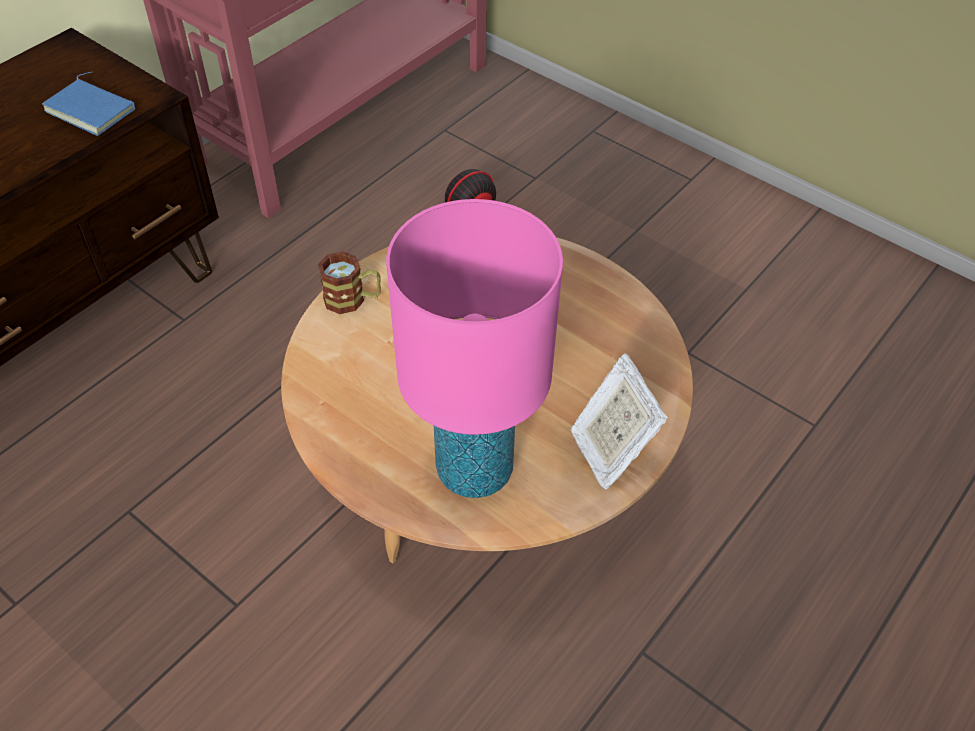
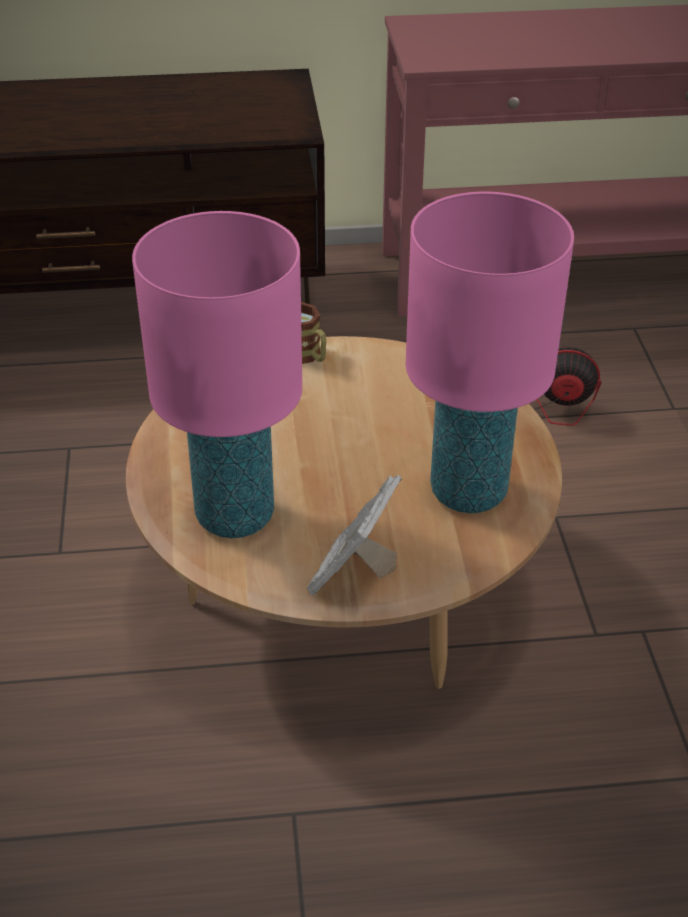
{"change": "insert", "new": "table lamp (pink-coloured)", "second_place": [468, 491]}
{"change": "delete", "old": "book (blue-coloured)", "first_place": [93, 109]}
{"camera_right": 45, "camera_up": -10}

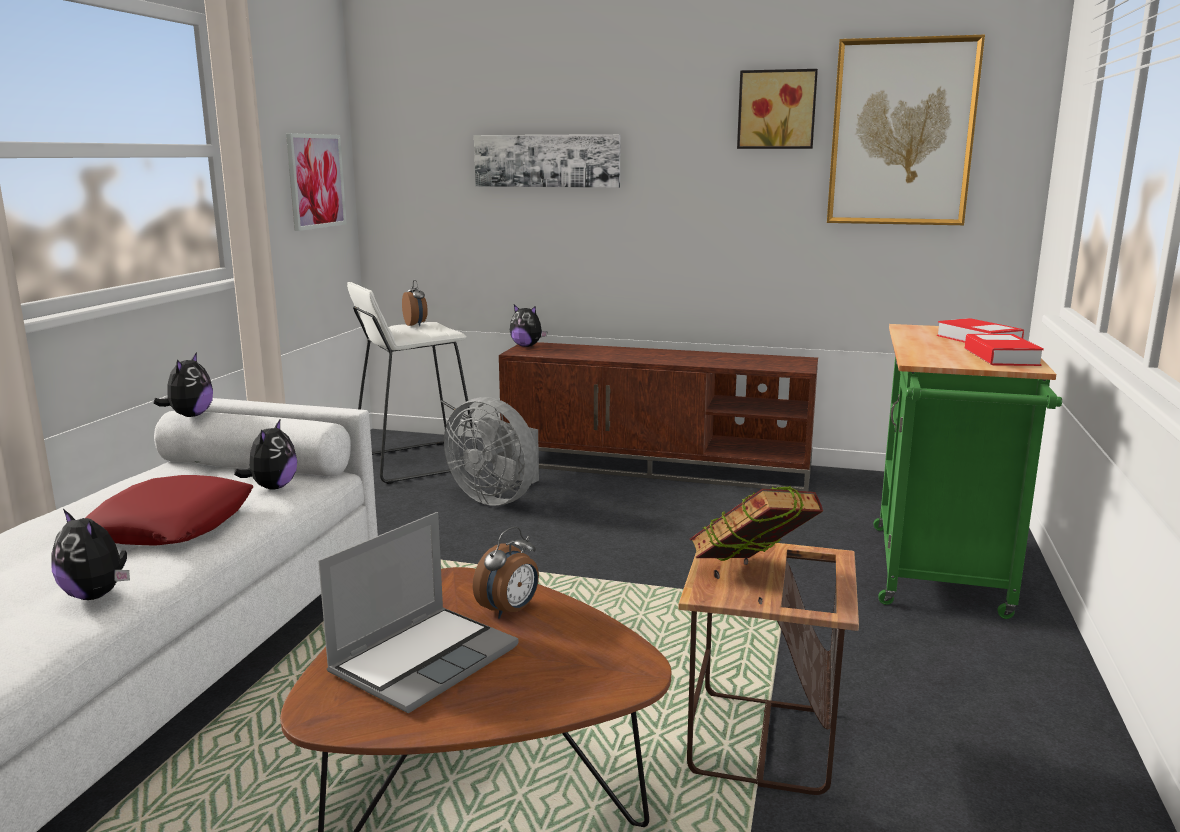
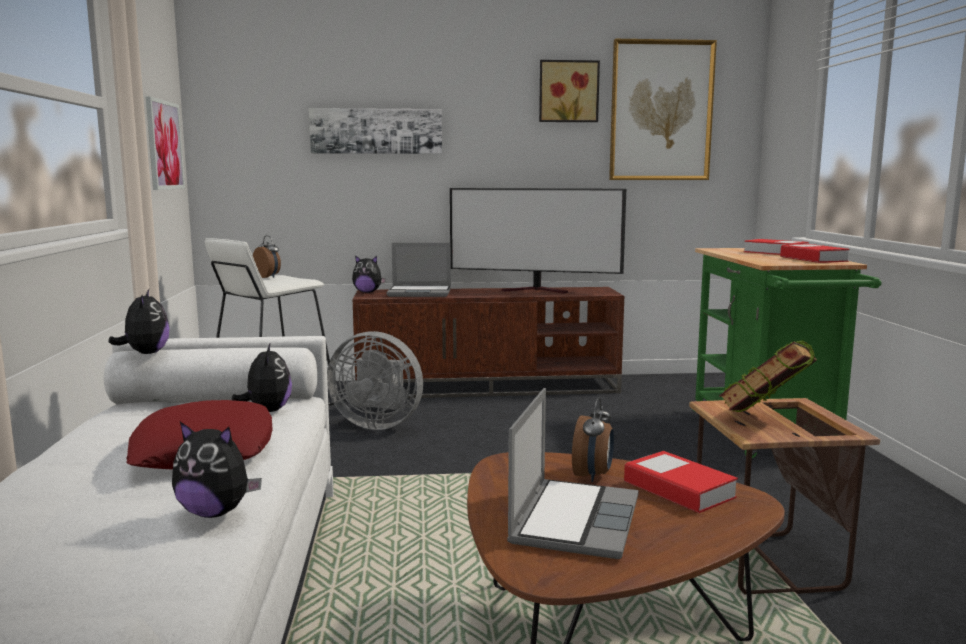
{"change": "insert", "new": "portable computer", "second_place": [420, 293]}
{"change": "insert", "new": "television", "second_place": [537, 290]}
{"change": "insert", "new": "book", "second_place": [678, 490]}
{"camera_right": -20, "camera_up": -5}

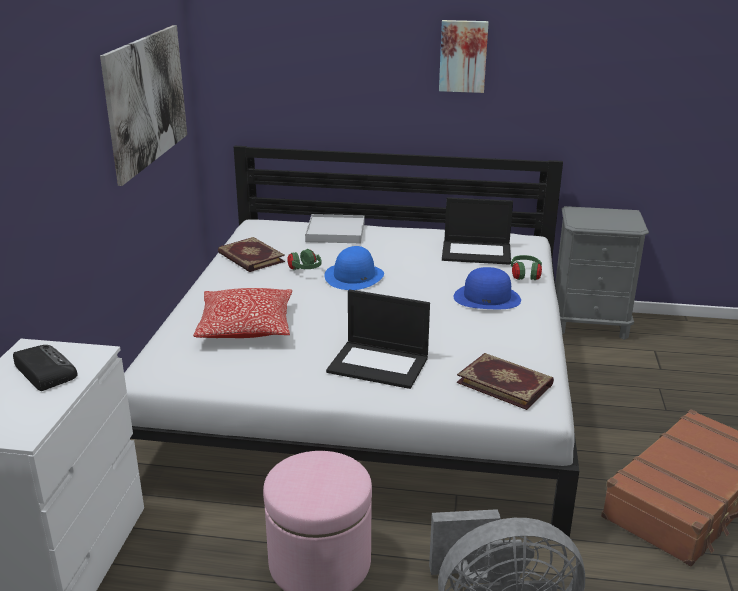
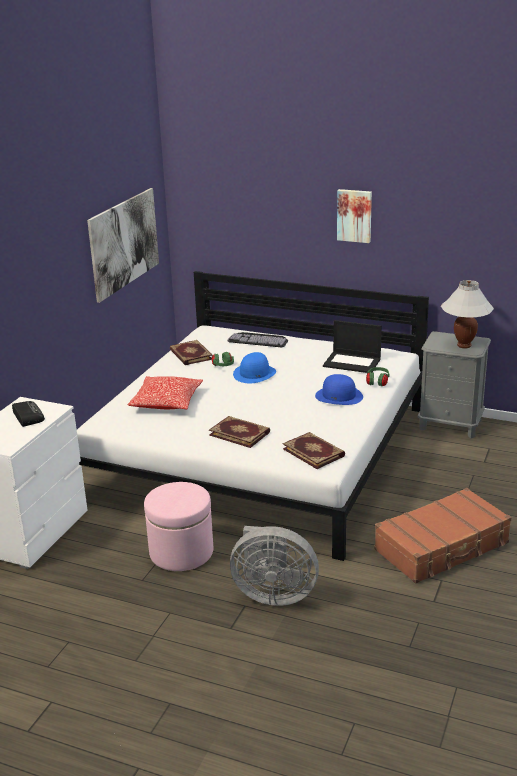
{"change": "replace", "old": "portable computer", "new": "book", "first_place": [379, 364], "second_place": [240, 433]}
{"change": "replace", "old": "carrying tray (white)", "new": "keyboard", "first_place": [335, 232], "second_place": [259, 339]}
{"change": "insert", "new": "table lamp (white)", "second_place": [464, 345]}
{"camera_right": 15, "camera_up": 0}

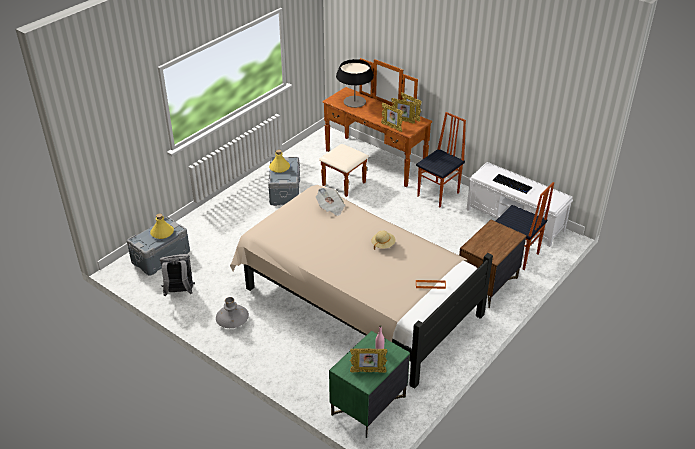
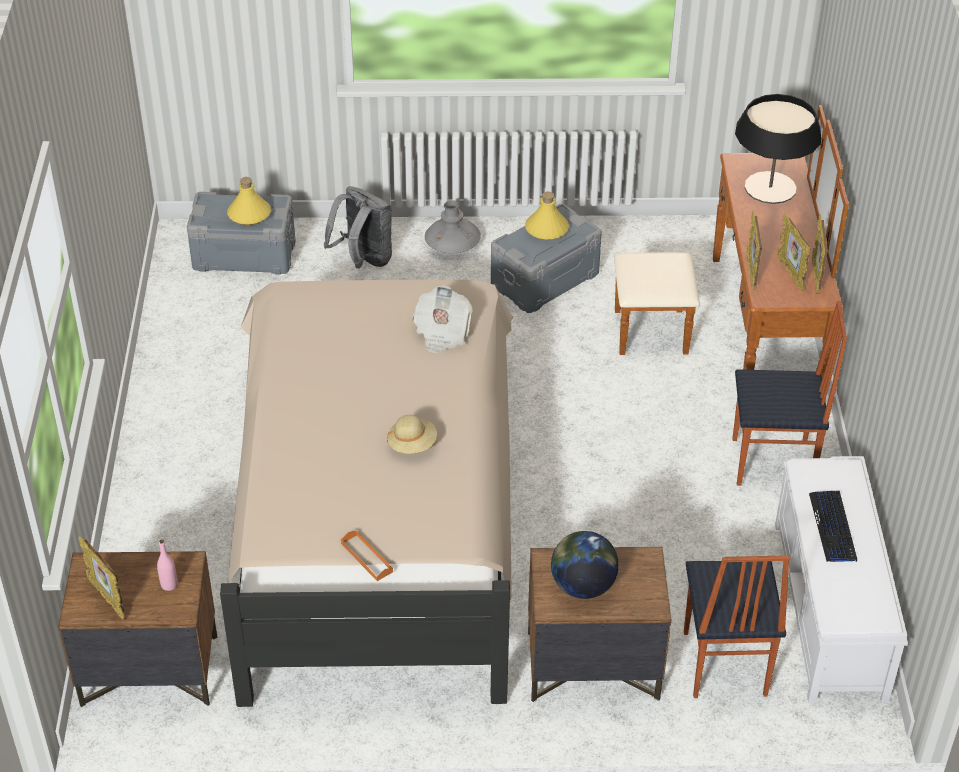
{"change": "recolor", "old": "nightstand (green-coloured)", "new": "nightstand (brown)", "first_place": [368, 406], "second_place": [148, 671]}
{"change": "move", "old": "backpack (gray)", "first_place": [179, 292], "second_place": [363, 260]}
{"change": "move", "old": "vase (gray)", "first_place": [232, 320], "second_place": [452, 244]}
{"change": "insert", "new": "globe", "second_place": [582, 586]}
{"camera_right": 50, "camera_up": 5}

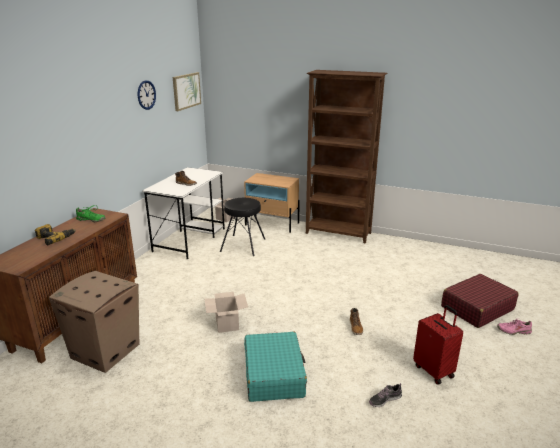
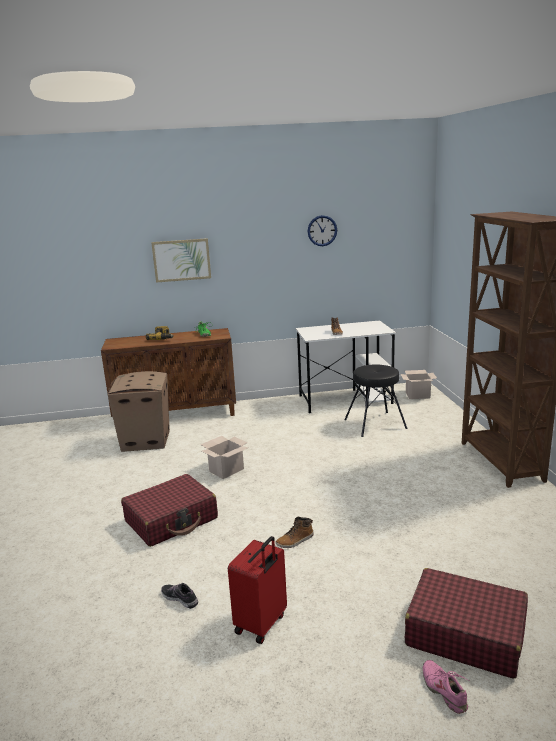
{"change": "recolor", "old": "travel case (blue-green)", "new": "travel case (red-coloured)", "first_place": [274, 374], "second_place": [171, 520]}
{"change": "move", "old": "wall picture", "first_place": [186, 91], "second_place": [181, 260]}
{"change": "delete", "old": "nightstand (beige-coloured)", "first_place": [272, 224]}
{"camera_right": 60, "camera_up": -5}

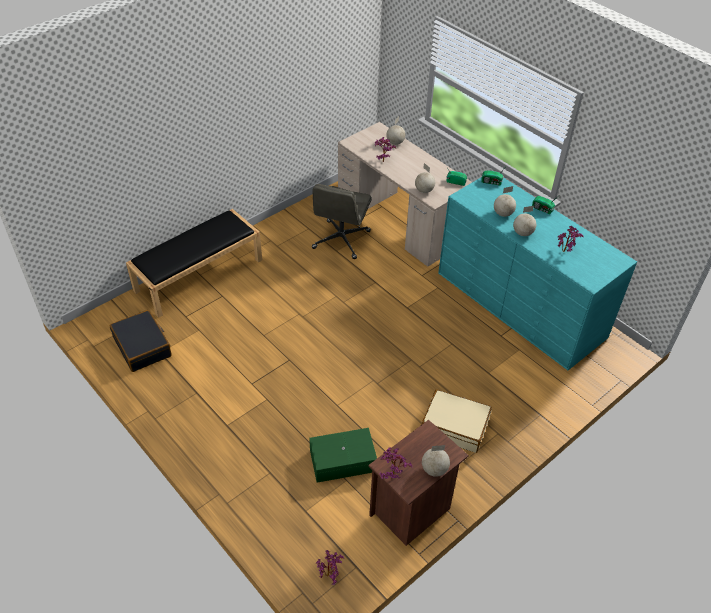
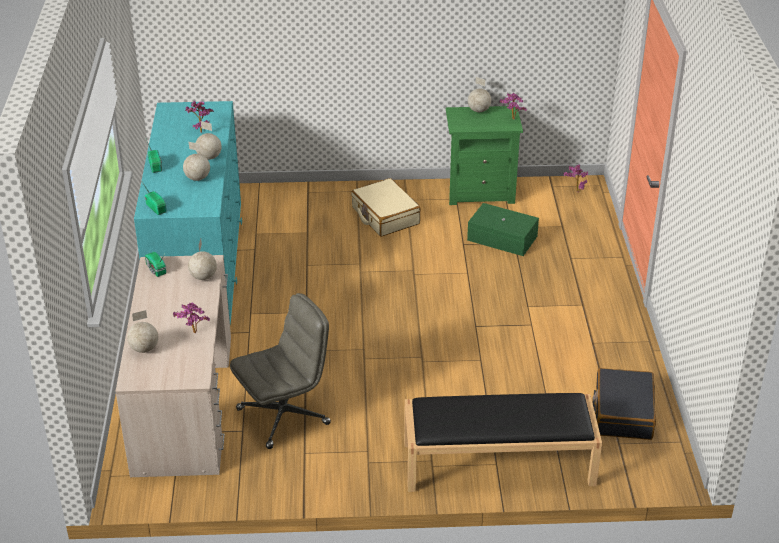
{"change": "recolor", "old": "nightstand (brown)", "new": "nightstand (green-coloured)", "first_place": [411, 511], "second_place": [480, 192]}
{"camera_right": -140, "camera_up": -10}

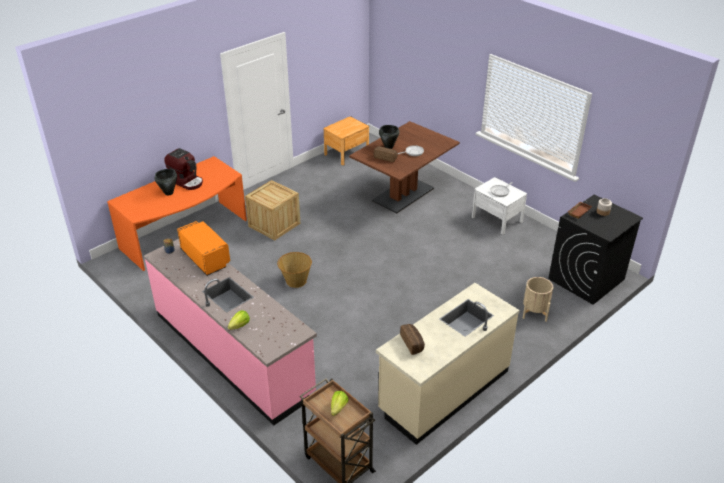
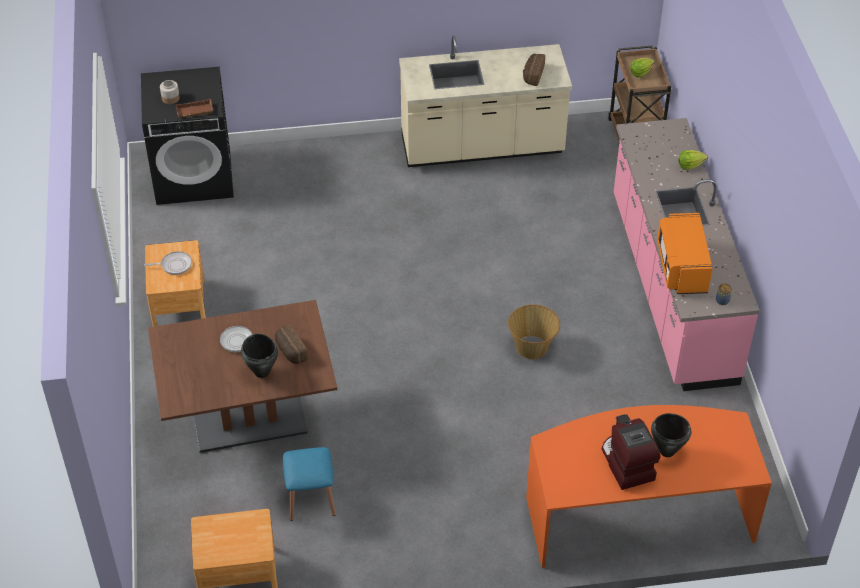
{"change": "recolor", "old": "nightstand (white)", "new": "nightstand (brown)", "first_place": [497, 219], "second_place": [179, 305]}
{"change": "insert", "new": "sitting stool (blue-coloured)", "second_place": [311, 499]}
{"change": "delete", "old": "shipping crate", "first_place": [274, 225]}
{"change": "delete", "old": "plant pot (beige-coloured)", "first_place": [534, 312]}
{"camera_right": -145, "camera_up": 10}

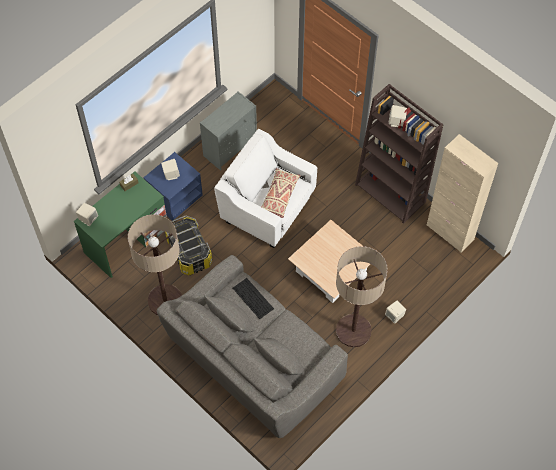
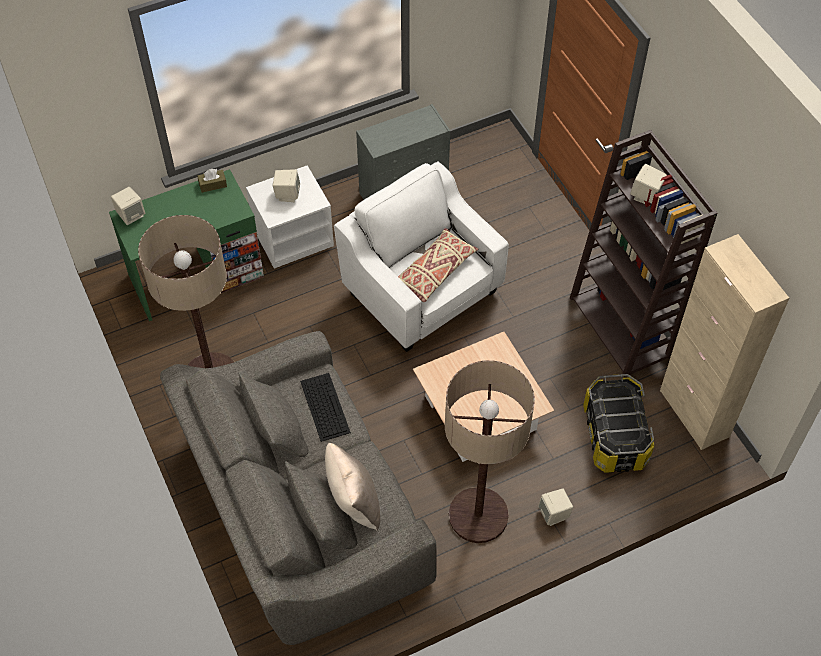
{"change": "recolor", "old": "nightstand (blue-coloured)", "new": "nightstand (white)", "first_place": [175, 197], "second_place": [293, 237]}
{"change": "insert", "new": "throw pillow (beige-coloured)", "second_place": [353, 502]}
{"change": "move", "old": "storage box", "first_place": [189, 252], "second_place": [614, 436]}
{"camera_right": 20, "camera_up": -5}

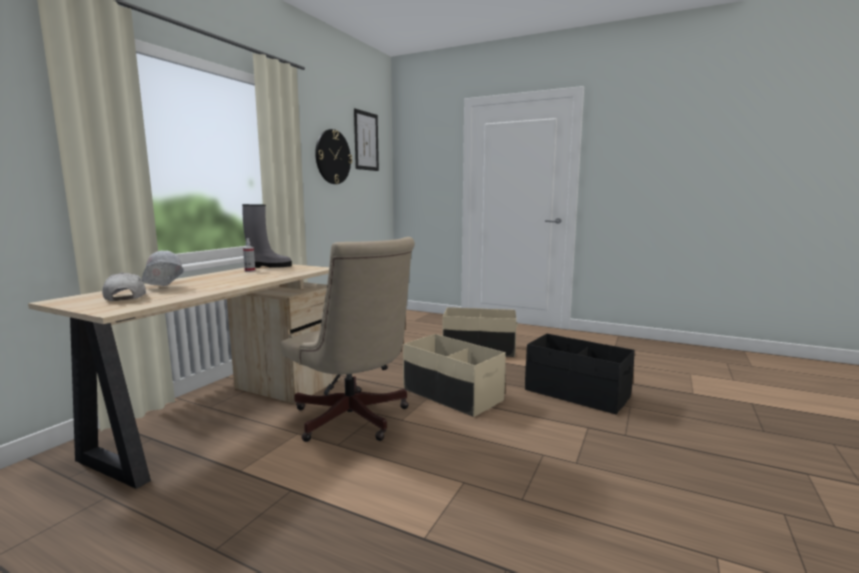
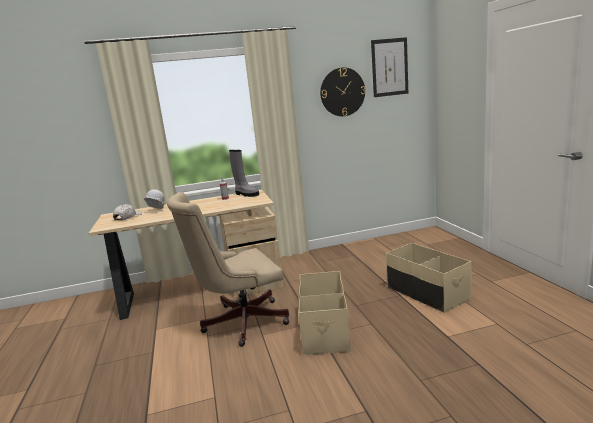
{"change": "rotate", "old": "computer chair (beige-coloured)", "first_place": [353, 421], "second_place": [239, 322], "degrees": 60}
{"change": "delete", "old": "storage box (blackish)", "first_place": [576, 394]}
{"camera_right": 50, "camera_up": 5}

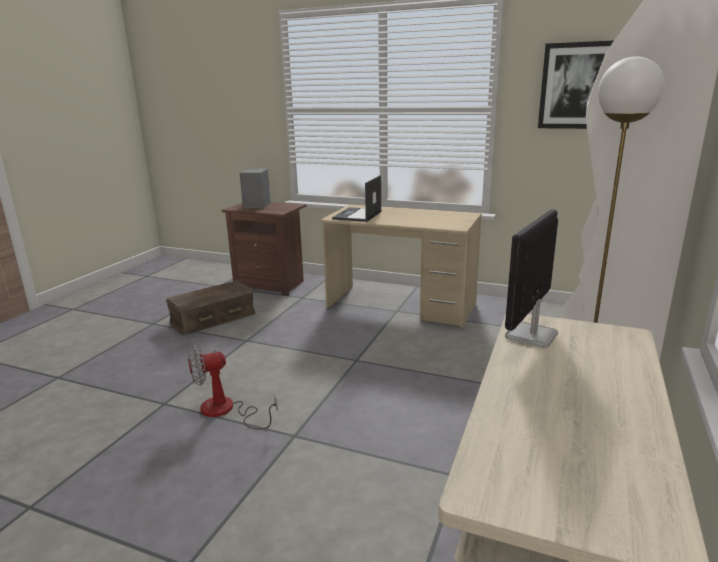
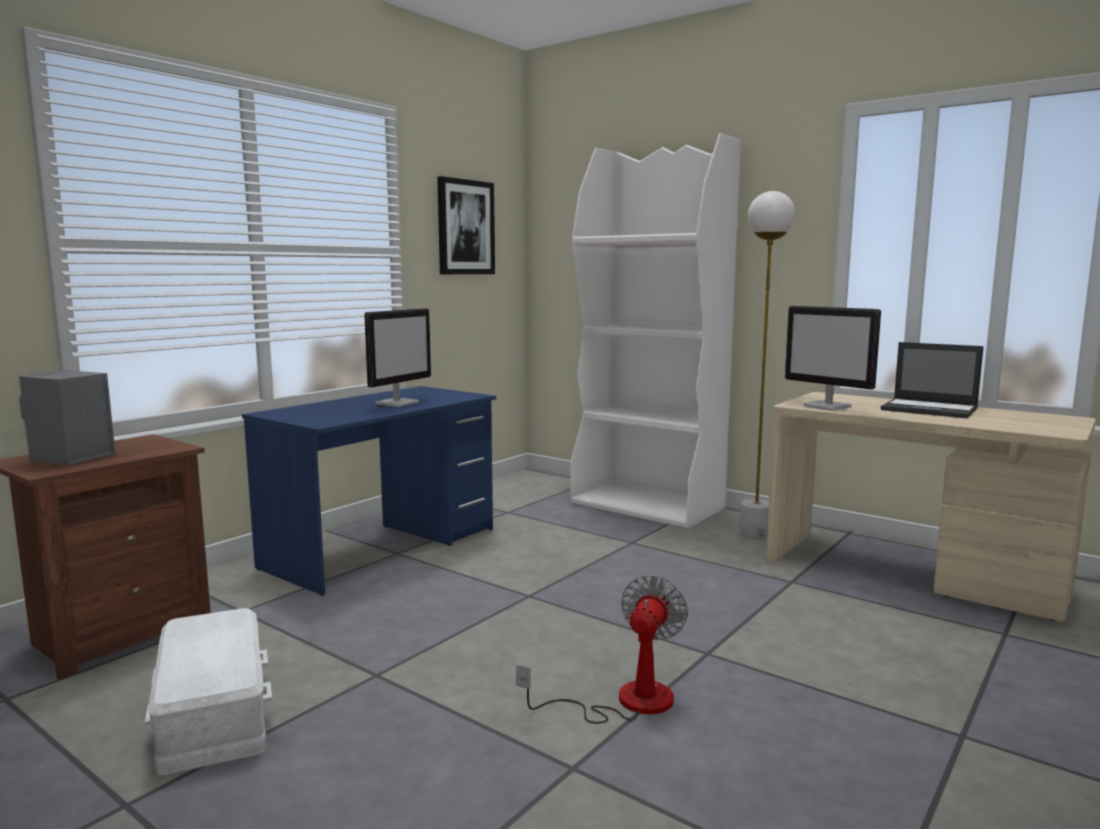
{"change": "recolor", "old": "storage box (brown)", "new": "storage box (white)", "first_place": [213, 318], "second_place": [215, 710]}
{"change": "recolor", "old": "desk table (beige-coloured)", "new": "desk table (blue-coloured)", "first_place": [401, 305], "second_place": [382, 548]}
{"change": "insert", "new": "computer display", "second_place": [398, 403]}
{"change": "rotate", "old": "electric fan", "first_place": [226, 411], "second_place": [625, 702], "degrees": -150}
{"change": "move", "old": "portable computer", "first_place": [357, 215], "second_place": [930, 409]}
{"camera_right": -75, "camera_up": -10}

